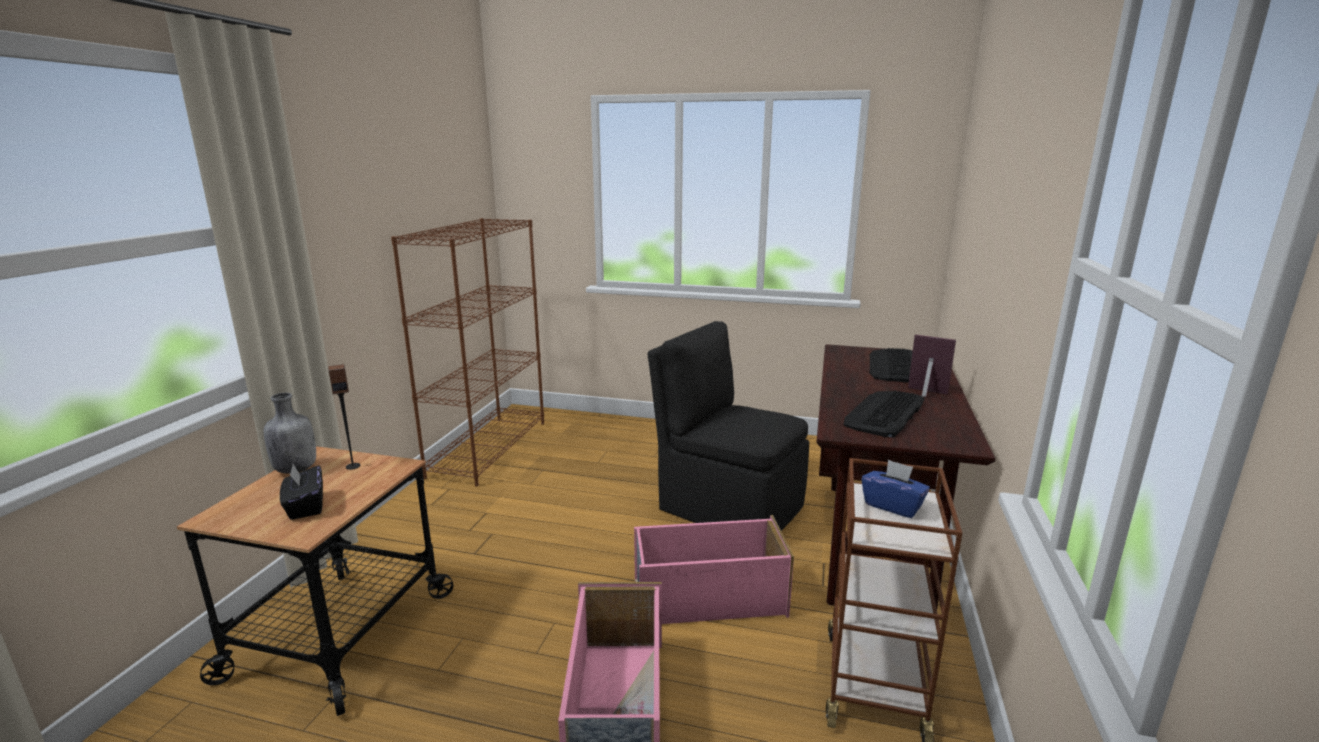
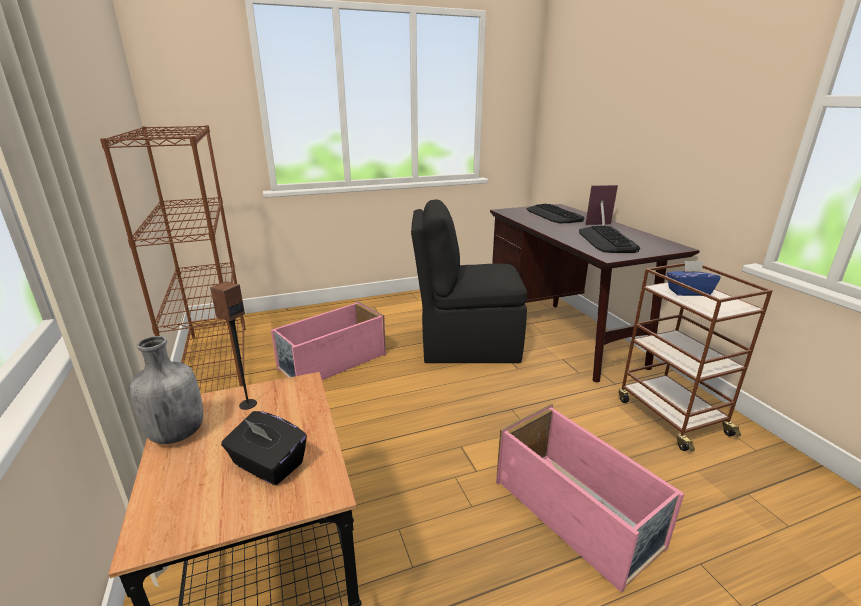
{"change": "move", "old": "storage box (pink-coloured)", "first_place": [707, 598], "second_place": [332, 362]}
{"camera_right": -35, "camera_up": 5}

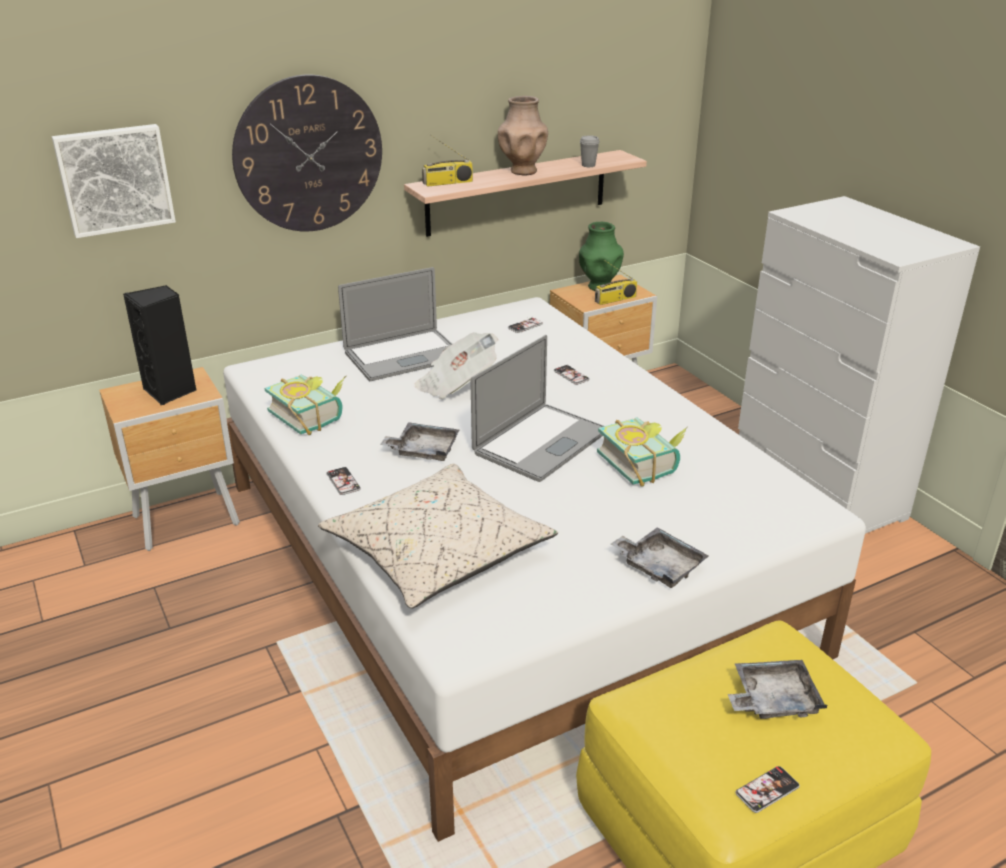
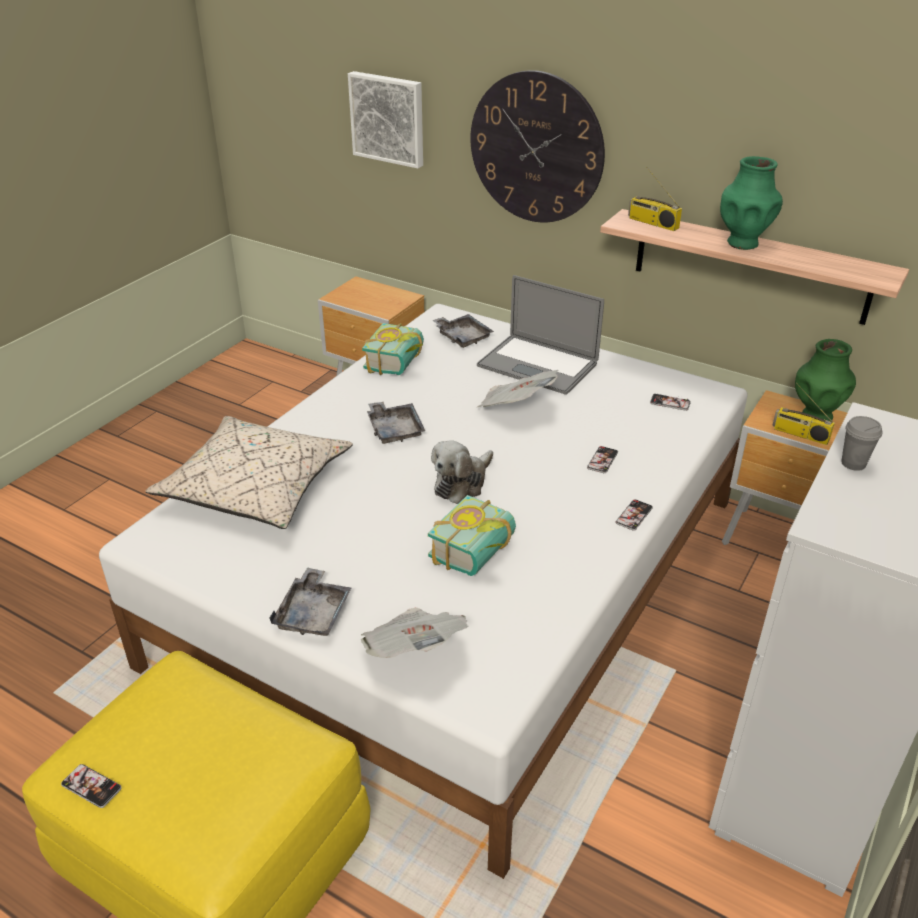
{"change": "insert", "new": "printed paper", "second_place": [414, 651]}
{"change": "replace", "old": "portable computer", "new": "soft toy", "first_place": [541, 442], "second_place": [462, 483]}
{"change": "move", "old": "carrying tray (gray)", "first_place": [773, 700], "second_place": [462, 337]}
{"change": "move", "old": "phone", "first_place": [343, 481], "second_place": [634, 515]}
{"change": "recolor", "old": "vase (brown)", "new": "vase (green-coloured)", "first_place": [523, 171], "second_place": [743, 243]}
{"change": "move", "old": "small cup (gray)", "first_place": [588, 165], "second_place": [853, 463]}
{"change": "delete", "old": "audio speaker (blackish)", "first_place": [171, 391]}
{"camera_right": 60, "camera_up": 5}

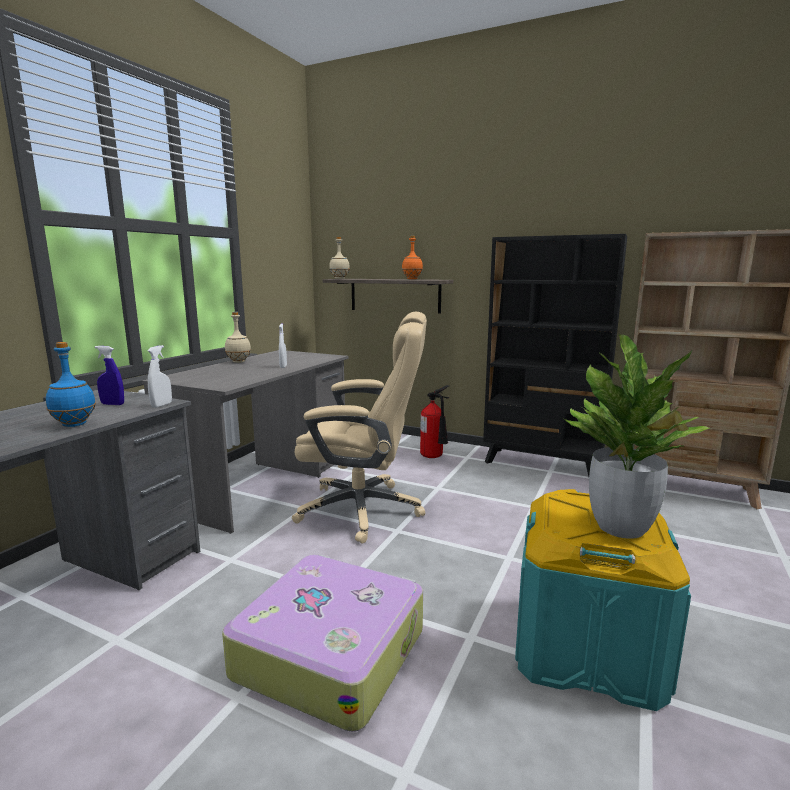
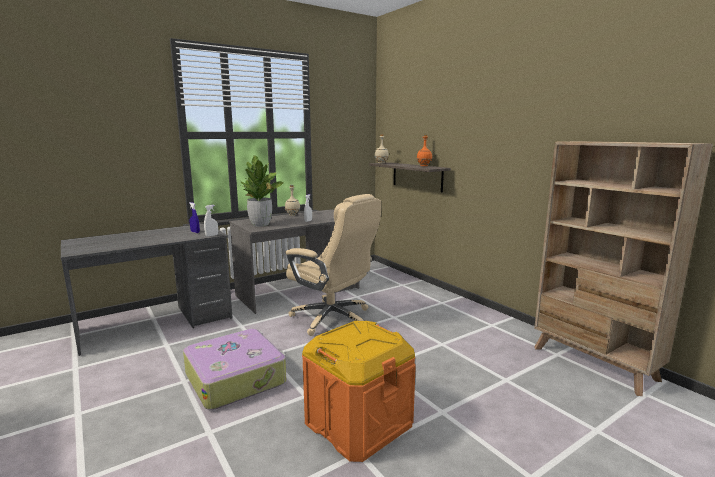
{"change": "move", "old": "potted plant", "first_place": [621, 527], "second_place": [260, 225]}
{"change": "recolor", "old": "storage box (blue-green)", "new": "storage box (orange-coloured)", "first_place": [587, 648], "second_place": [358, 423]}
{"change": "delete", "old": "bottle (blue-coloured)", "first_place": [75, 424]}
{"change": "delete", "old": "fire-fighting cylinder", "first_place": [434, 457]}
{"change": "delete", "old": "bookcase (blackish)", "first_place": [542, 464]}
{"camera_right": 30, "camera_up": 0}

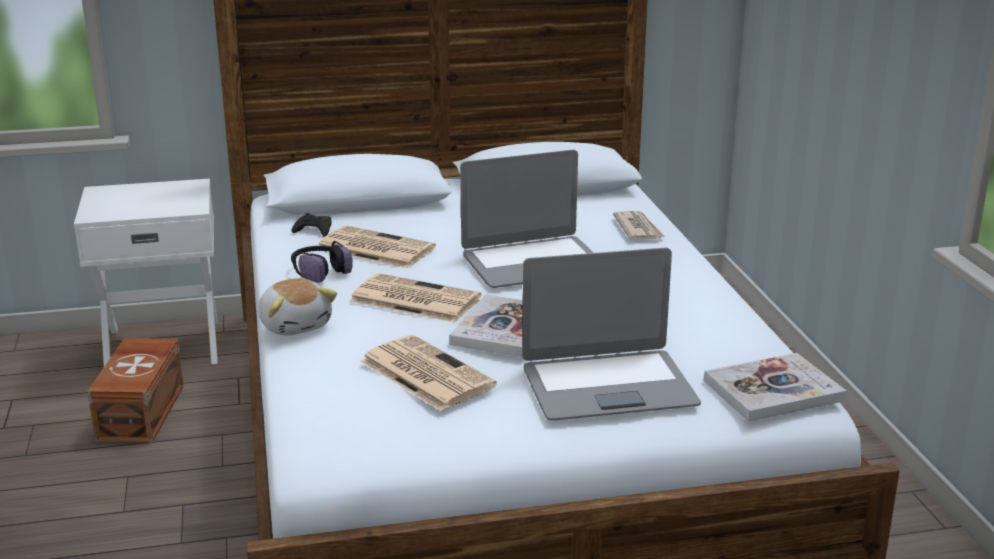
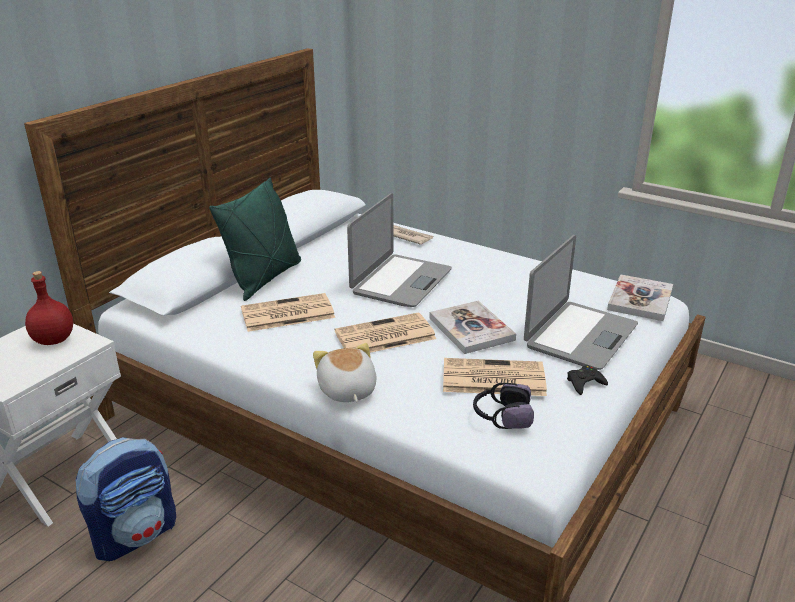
{"change": "insert", "new": "bottle (red-coloured)", "second_place": [54, 340]}
{"change": "replace", "old": "storage box (brown)", "new": "backpack", "first_place": [143, 412], "second_place": [136, 534]}
{"change": "insert", "new": "throw pillow (green-coloured)", "second_place": [264, 278]}
{"change": "rotate", "old": "soft toy", "first_place": [296, 325], "second_place": [346, 390], "degrees": -120}
{"change": "move", "old": "pair of headphones", "first_place": [320, 271], "second_place": [501, 416]}
{"change": "move", "old": "joypad (blackish)", "first_place": [314, 230], "second_place": [584, 383]}
{"camera_right": -45, "camera_up": 5}

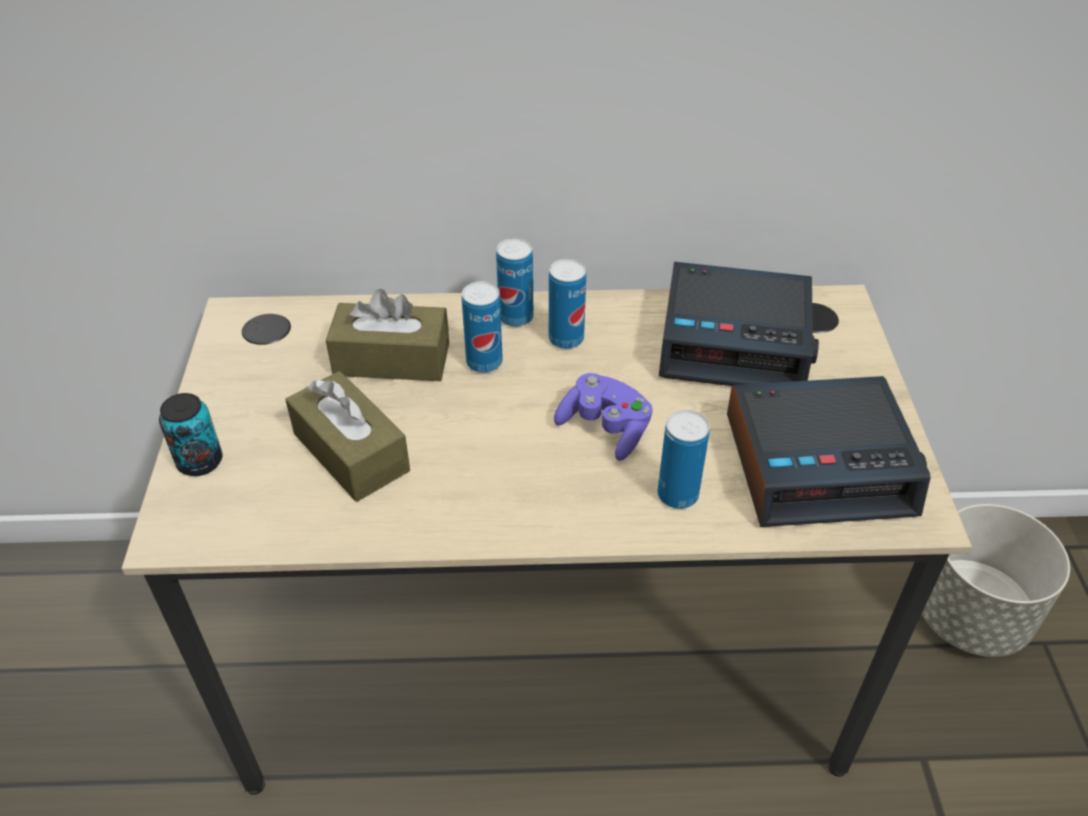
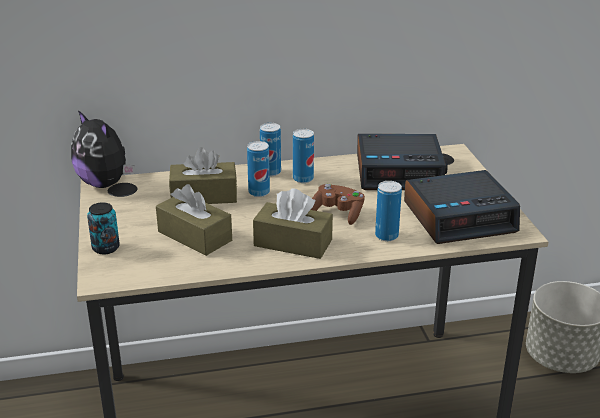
{"change": "insert", "new": "soft toy", "second_place": [105, 183]}
{"change": "insert", "new": "tissue holder (brown)", "second_place": [293, 243]}
{"change": "recolor", "old": "joypad (purplish)", "new": "joypad (brown)", "first_place": [605, 429], "second_place": [338, 213]}
{"camera_right": -10, "camera_up": -15}

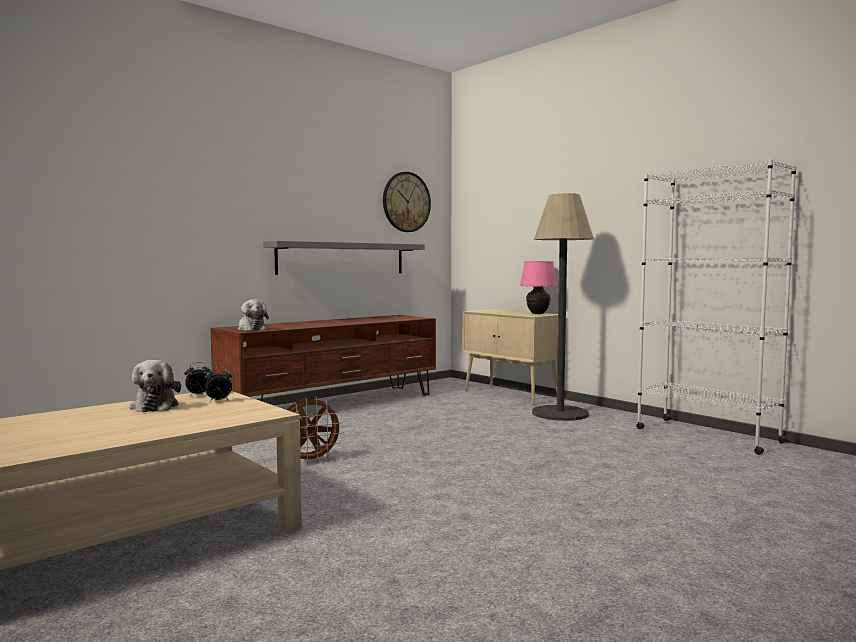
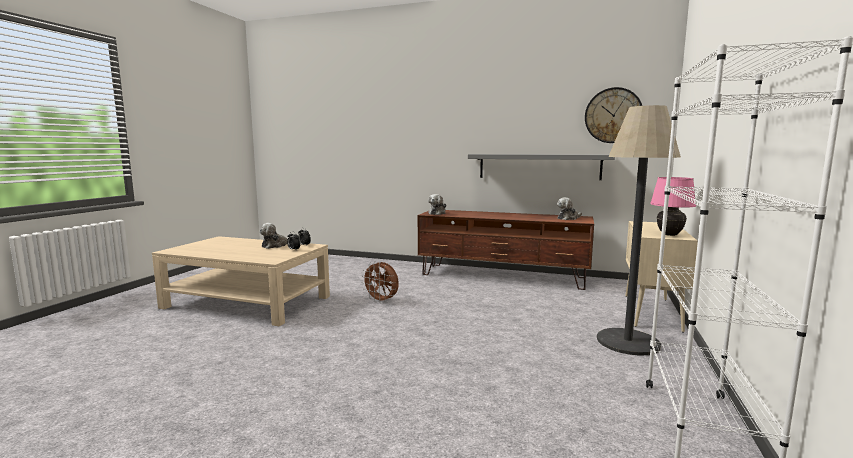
{"change": "insert", "new": "soft toy", "second_place": [568, 218]}
{"camera_right": 60, "camera_up": 5}

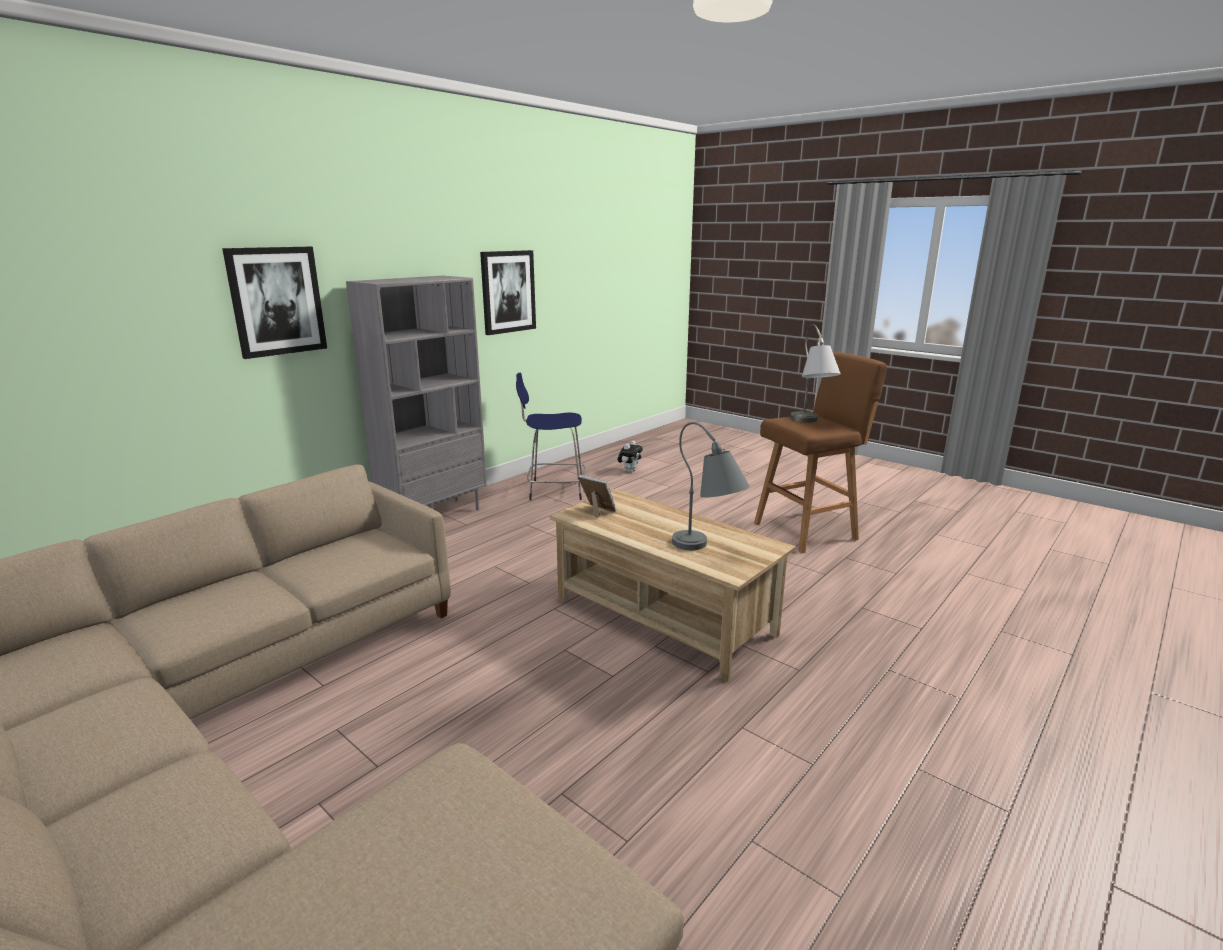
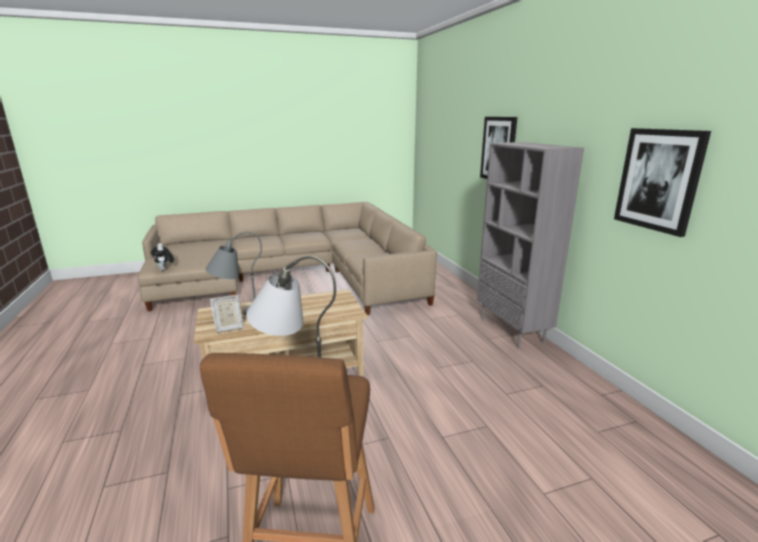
{"change": "move", "old": "soft toy", "first_place": [630, 471], "second_place": [164, 269]}
{"change": "move", "old": "photo frame", "first_place": [598, 512], "second_place": [228, 327]}
{"change": "delete", "old": "sitting stool (blue-coloured)", "first_place": [554, 490]}
{"camera_right": 120, "camera_up": 0}

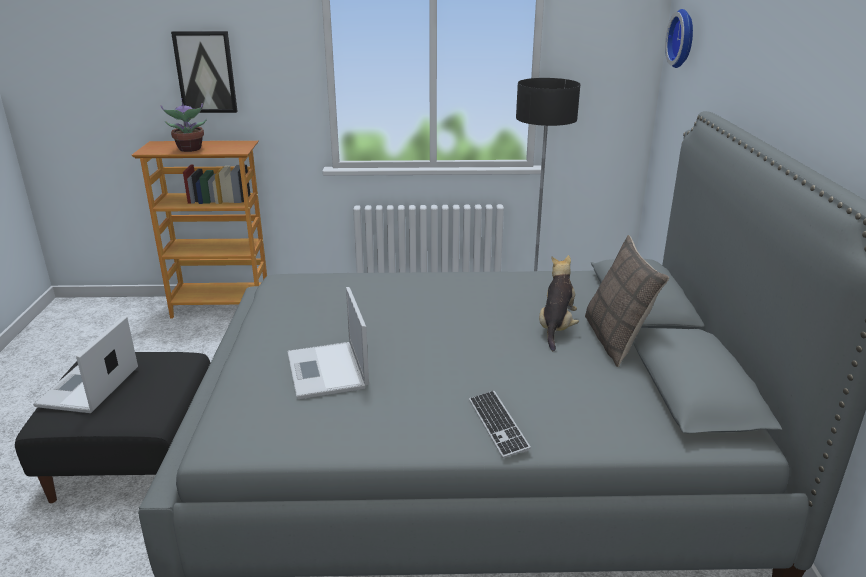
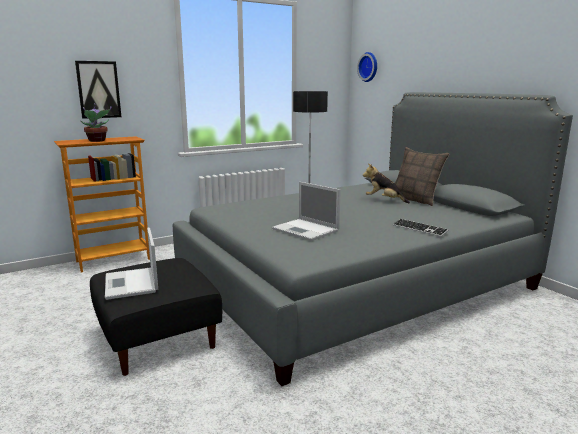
{"change": "rotate", "old": "soft toy", "first_place": [556, 328], "second_place": [384, 200], "degrees": -45}
{"camera_right": -30, "camera_up": -10}

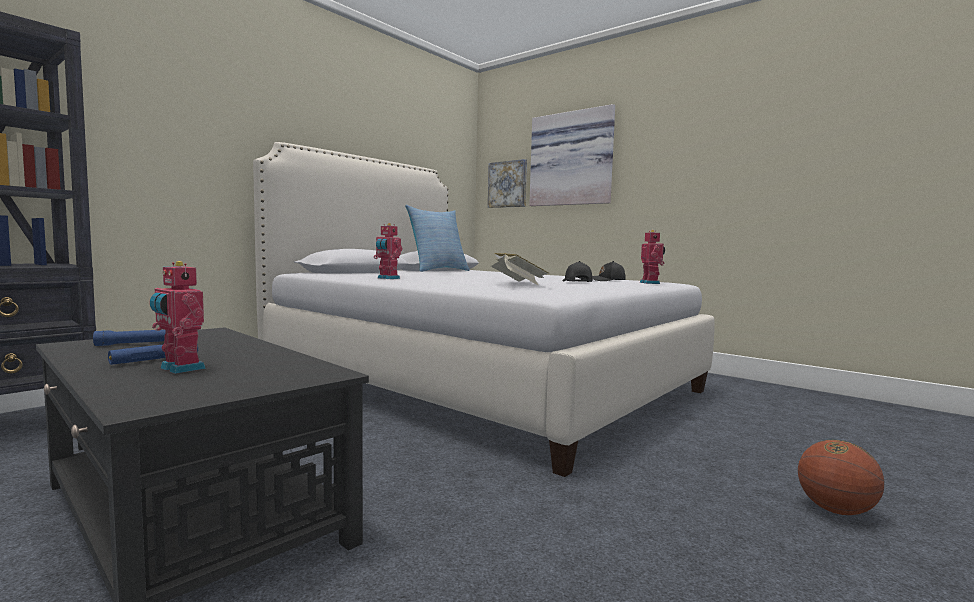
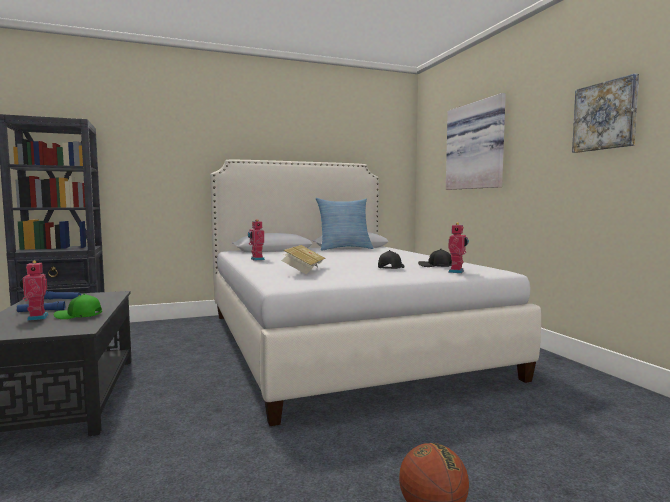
{"change": "insert", "new": "baseball cap (green-coloured)", "second_place": [78, 316]}
{"change": "move", "old": "wall picture", "first_place": [508, 184], "second_place": [605, 116]}
{"camera_right": 30, "camera_up": 0}

